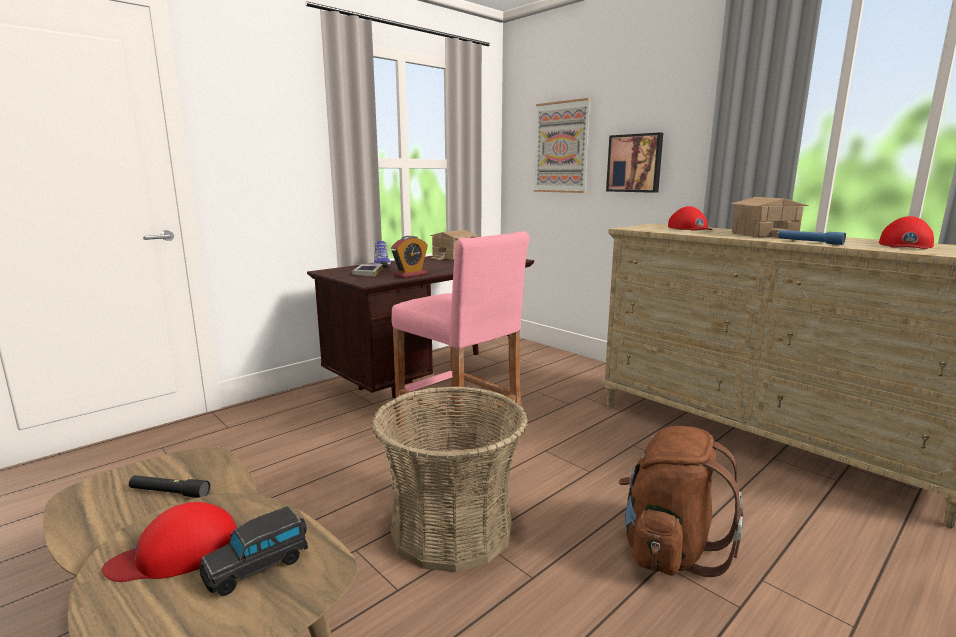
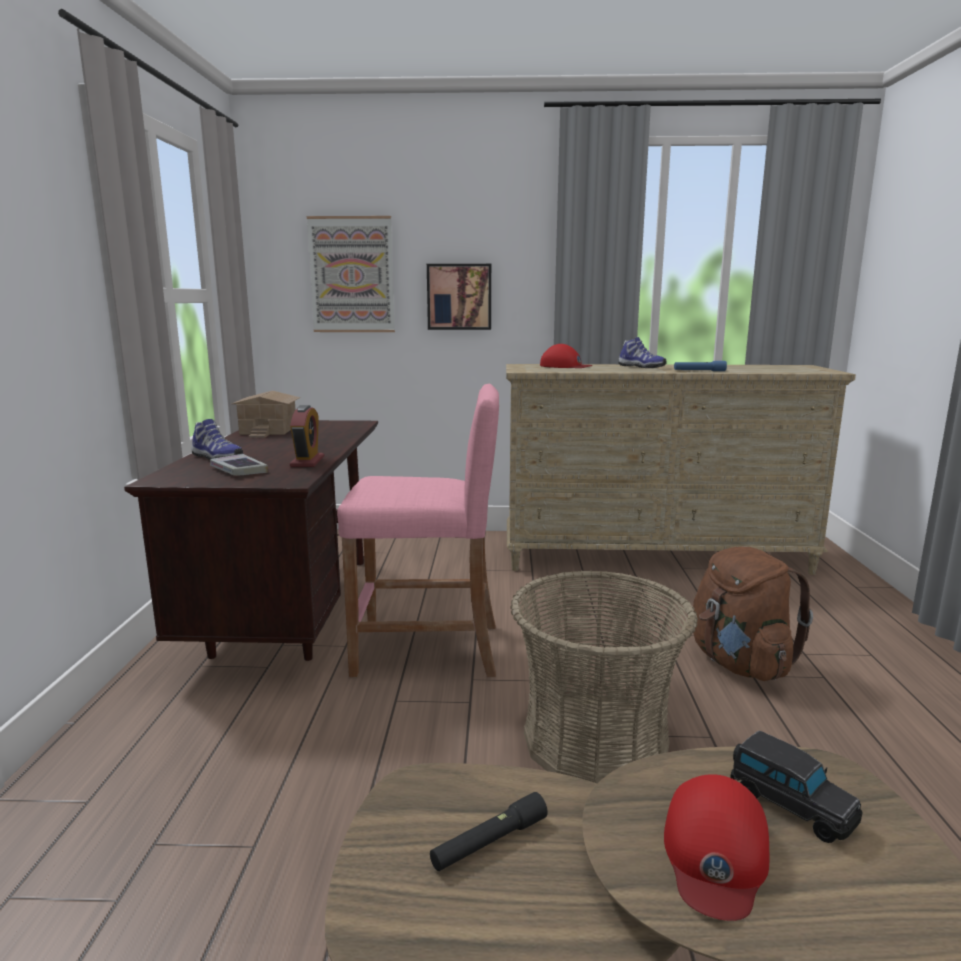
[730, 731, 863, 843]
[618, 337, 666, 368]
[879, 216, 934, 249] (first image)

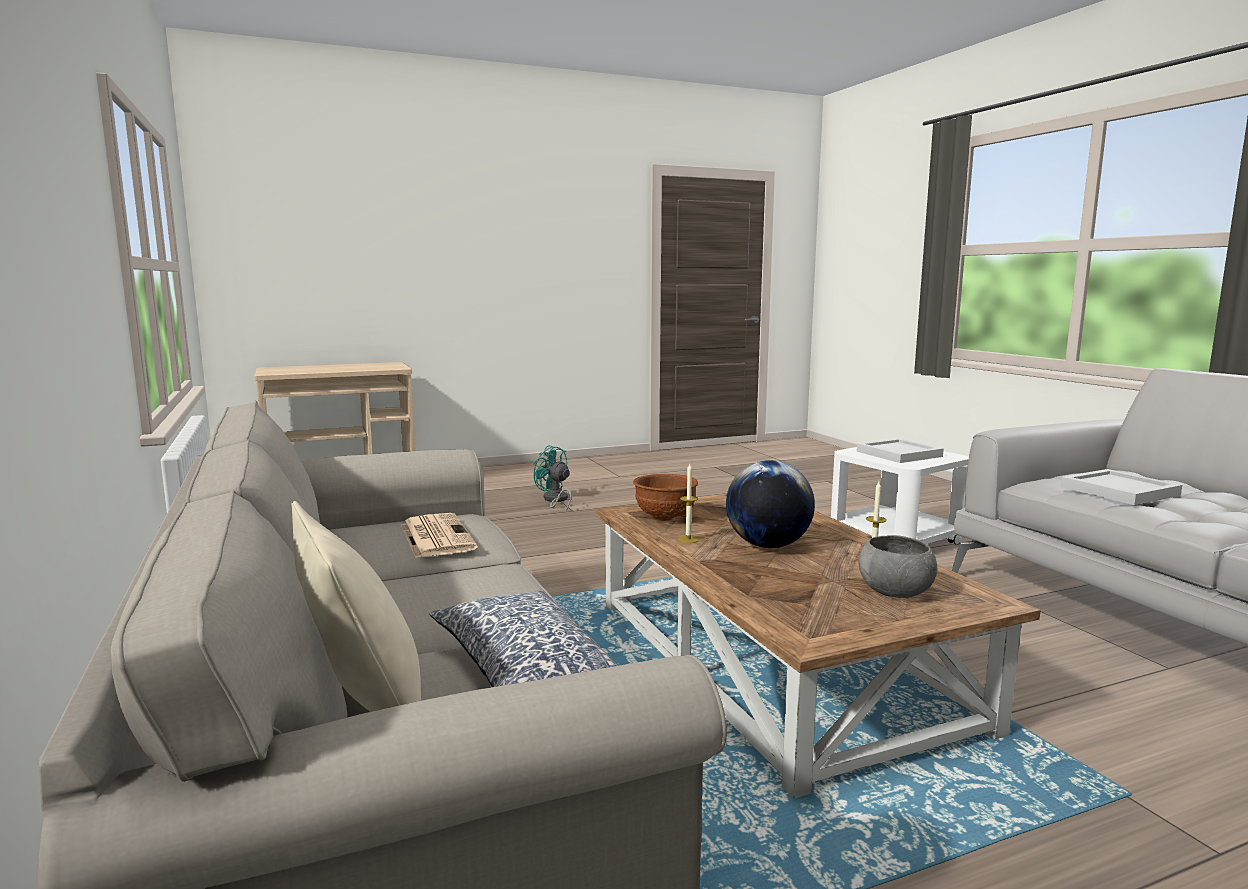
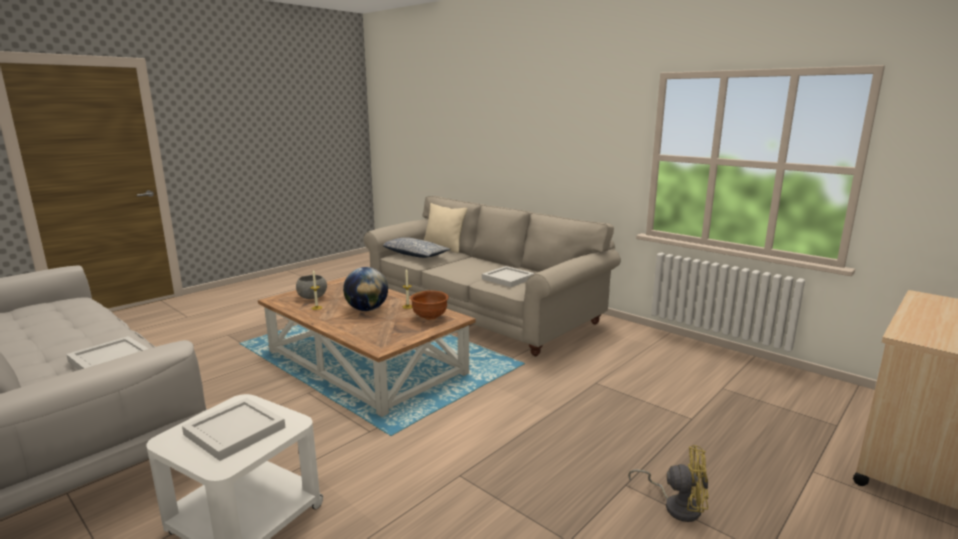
[482, 266, 535, 287]
[628, 445, 708, 522]

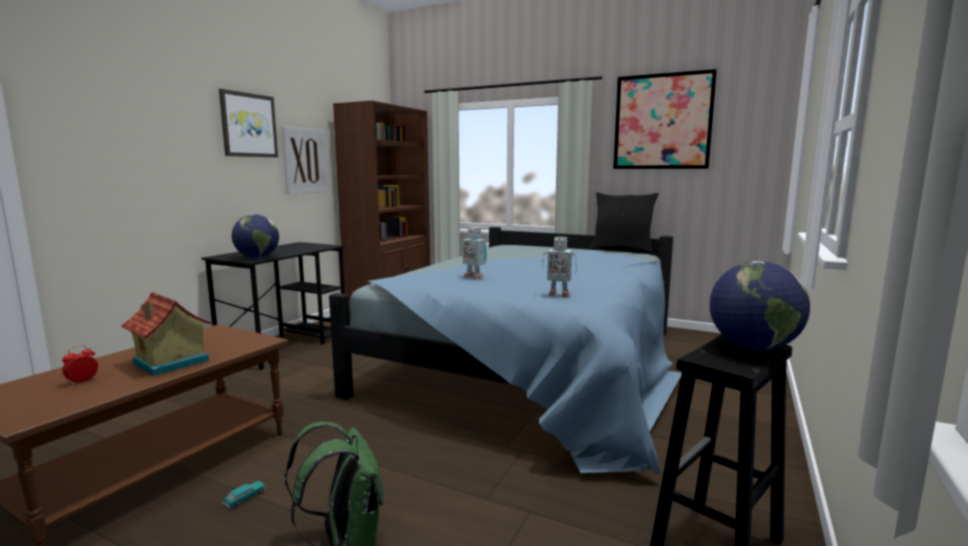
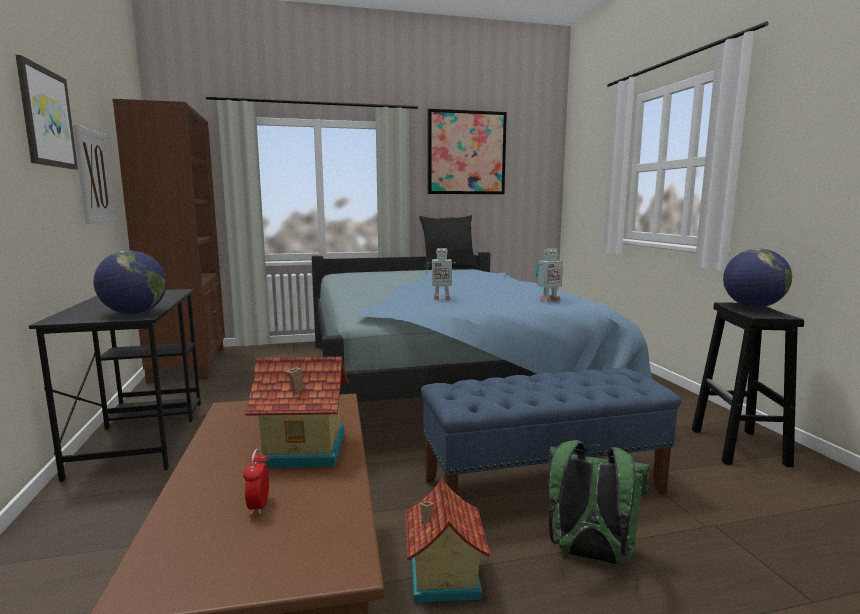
[405, 479, 490, 603]
[421, 368, 681, 495]

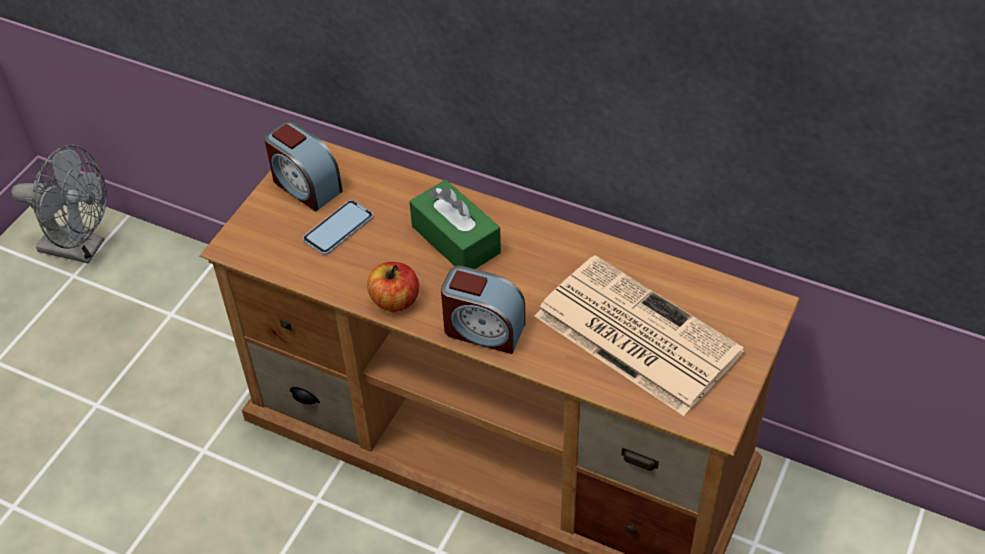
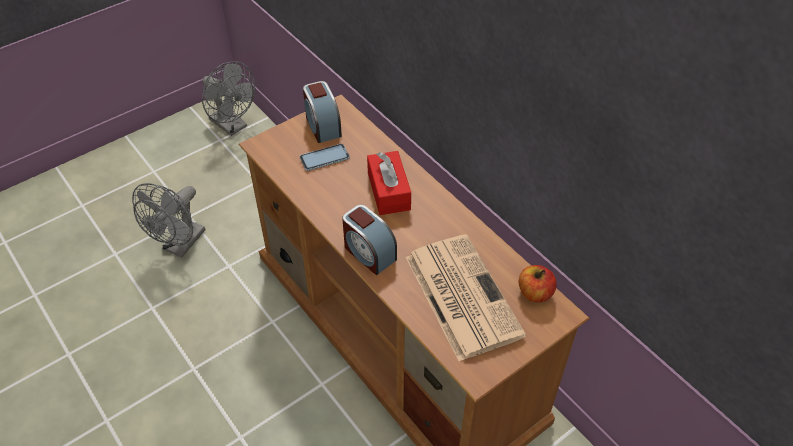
[519, 265, 557, 302]
[367, 151, 411, 215]
[132, 183, 205, 258]

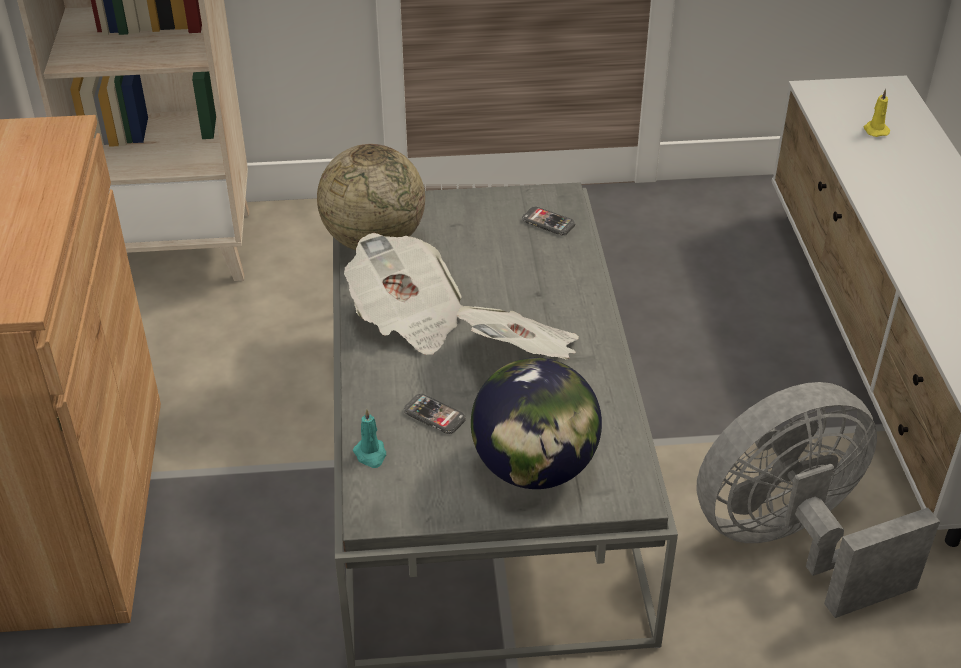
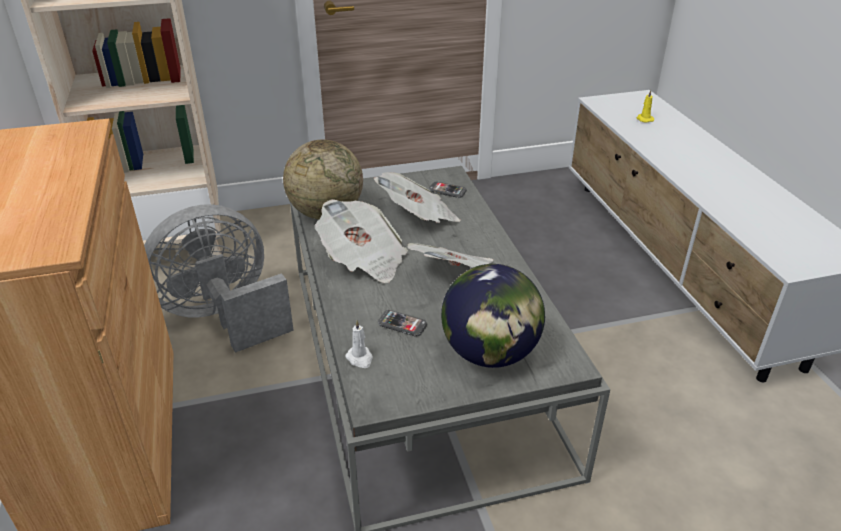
[345, 320, 373, 368]
[144, 204, 294, 353]
[374, 172, 461, 223]

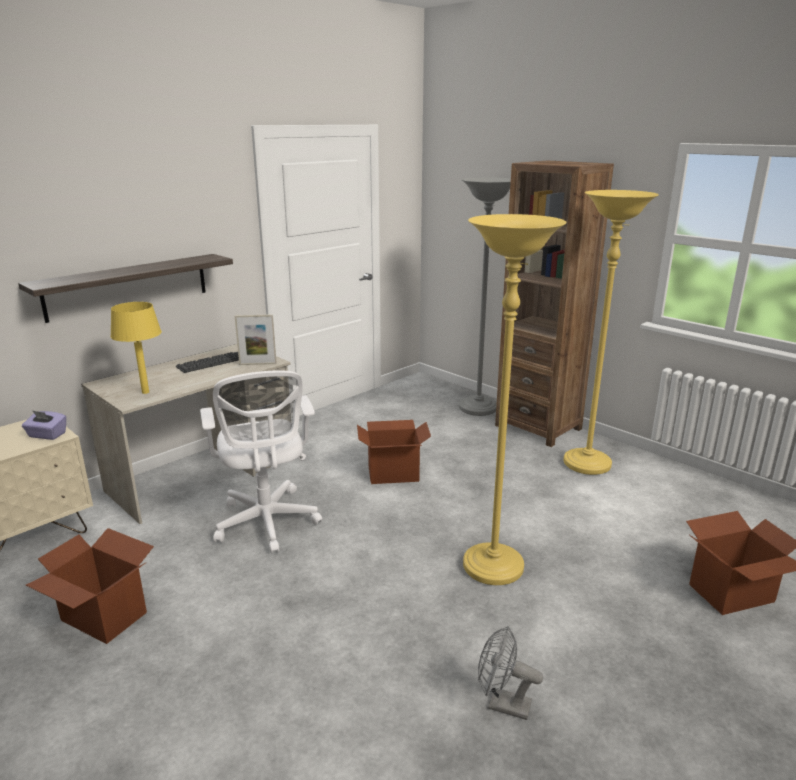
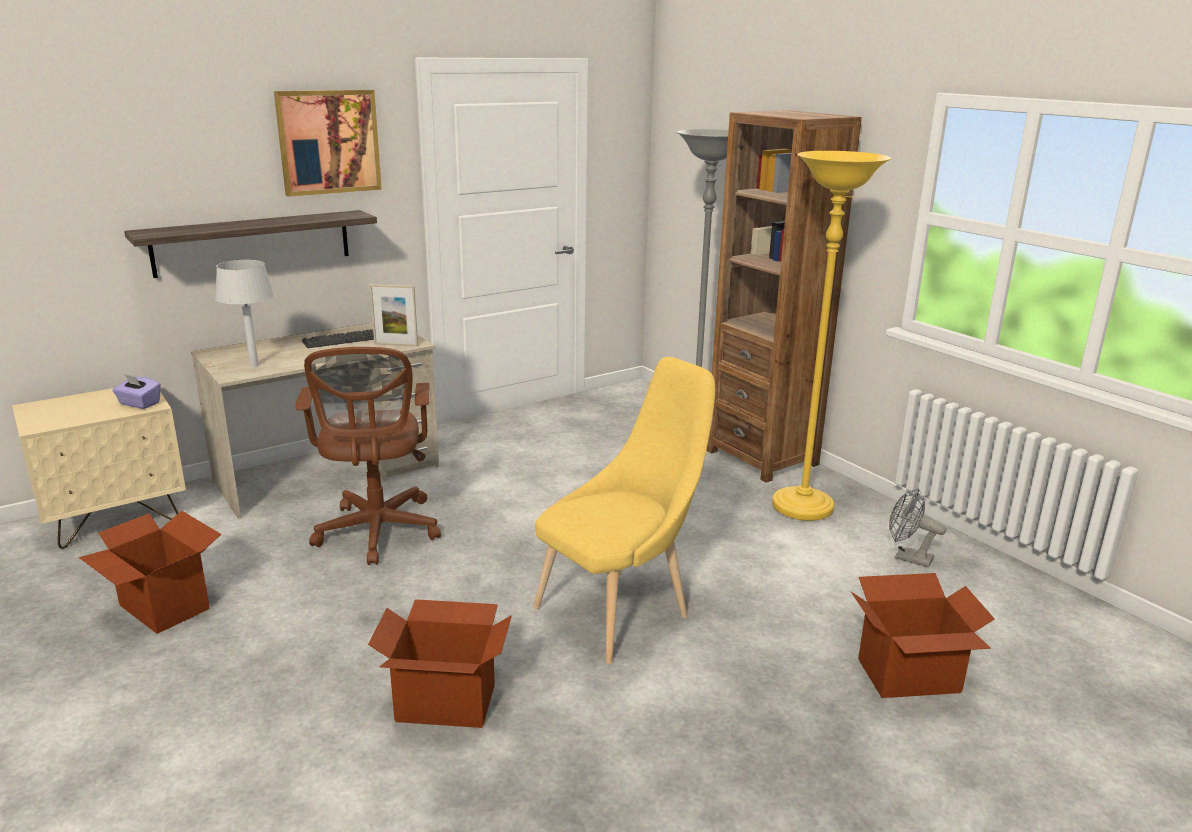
[215, 260, 274, 367]
[295, 347, 441, 565]
[368, 599, 512, 728]
[534, 357, 715, 664]
[889, 488, 946, 568]
[274, 90, 382, 197]

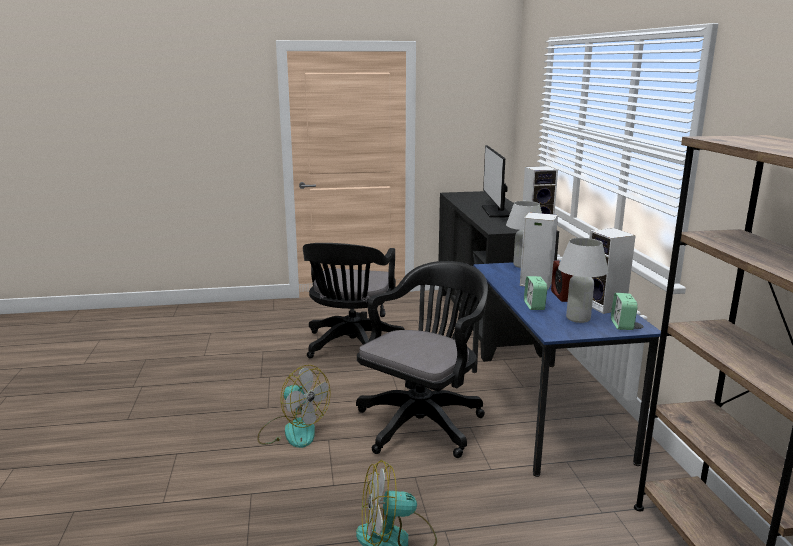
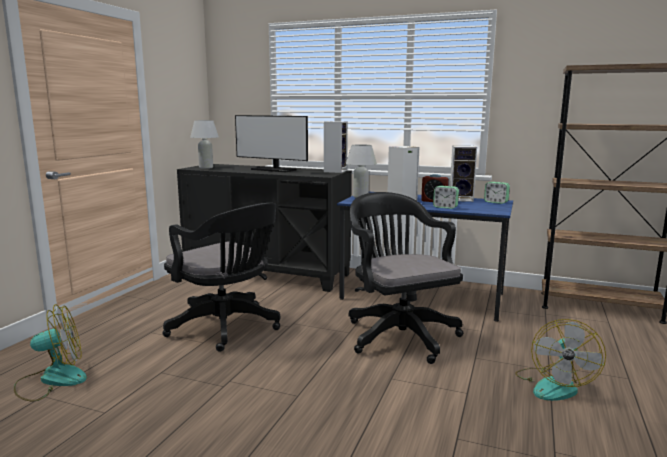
[14, 304, 87, 401]
[190, 120, 219, 169]

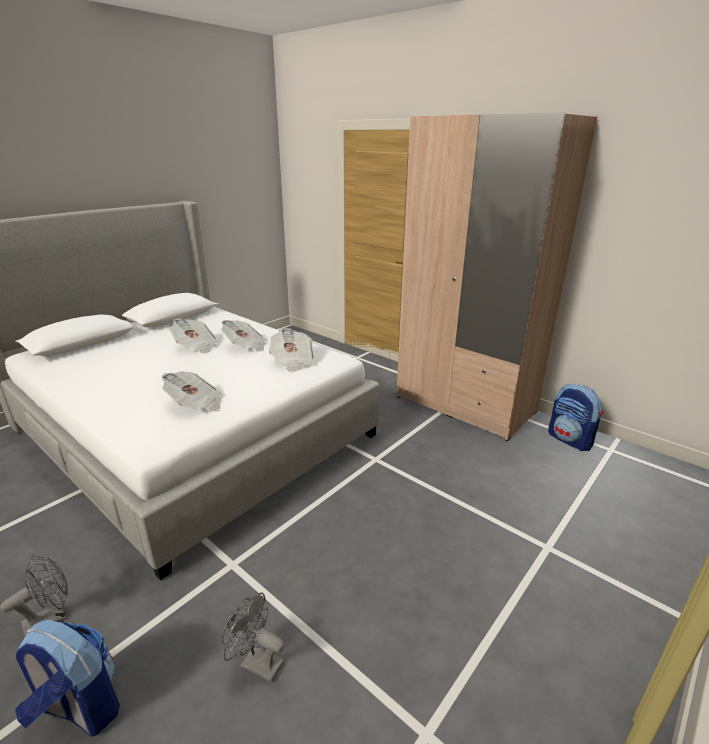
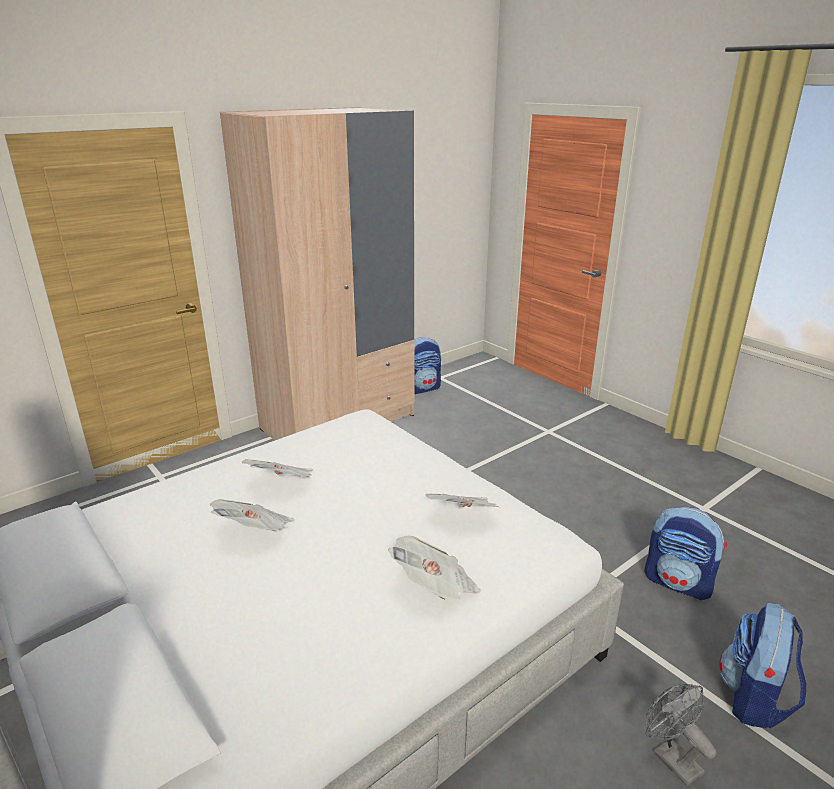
[644, 506, 727, 600]
[388, 536, 481, 600]

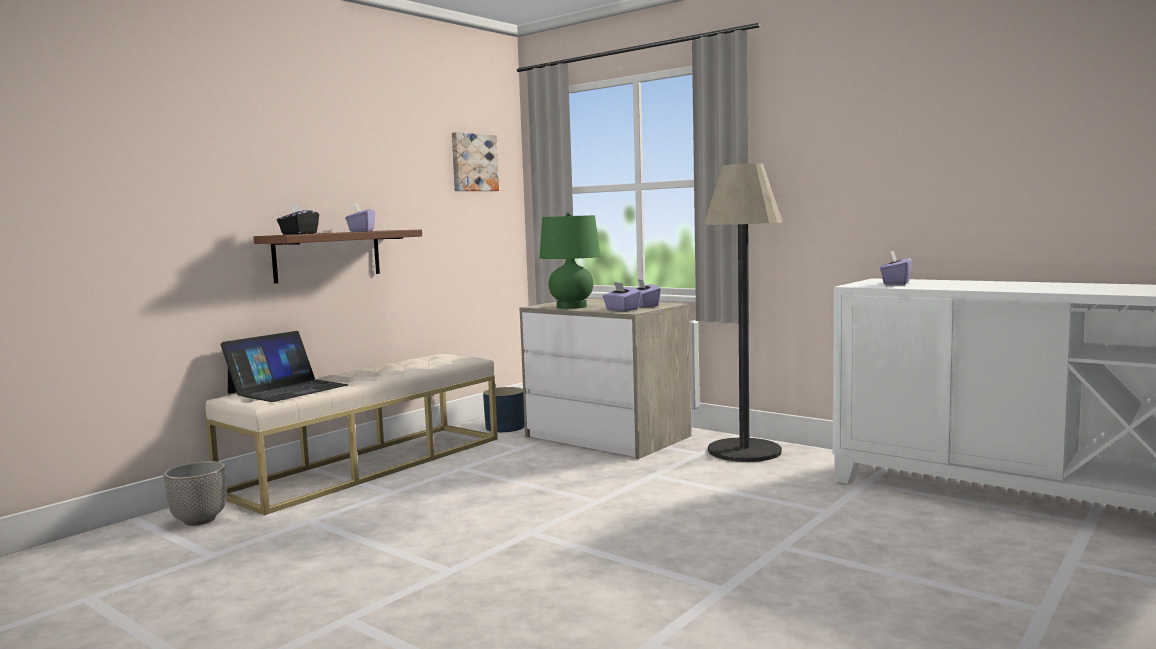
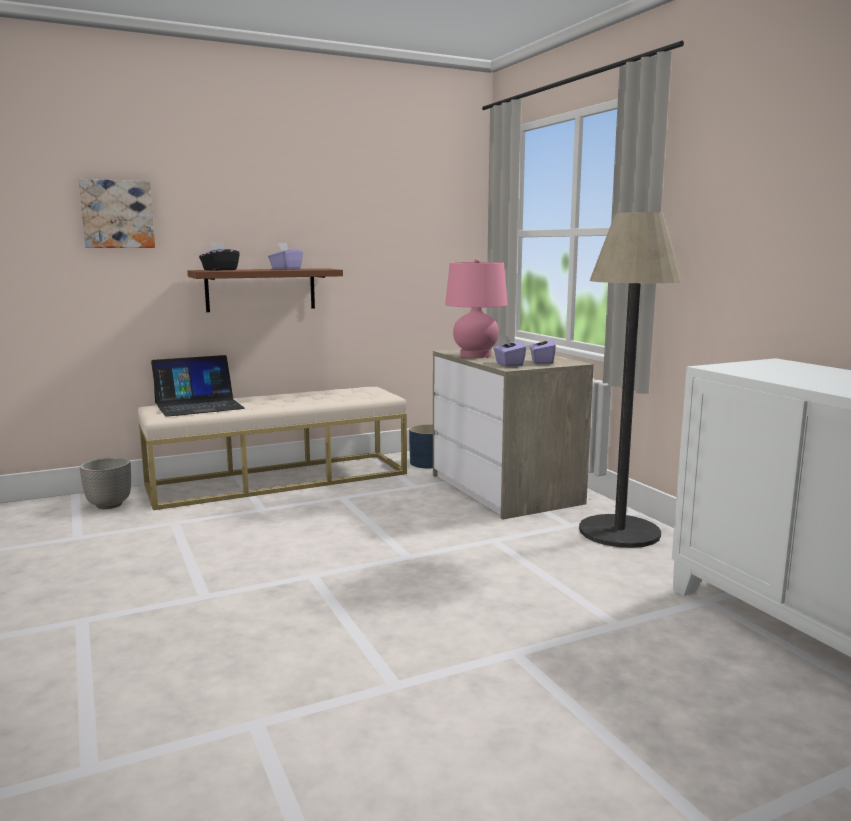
[78, 179, 155, 248]
[445, 259, 508, 358]
[880, 250, 912, 285] (first image)

